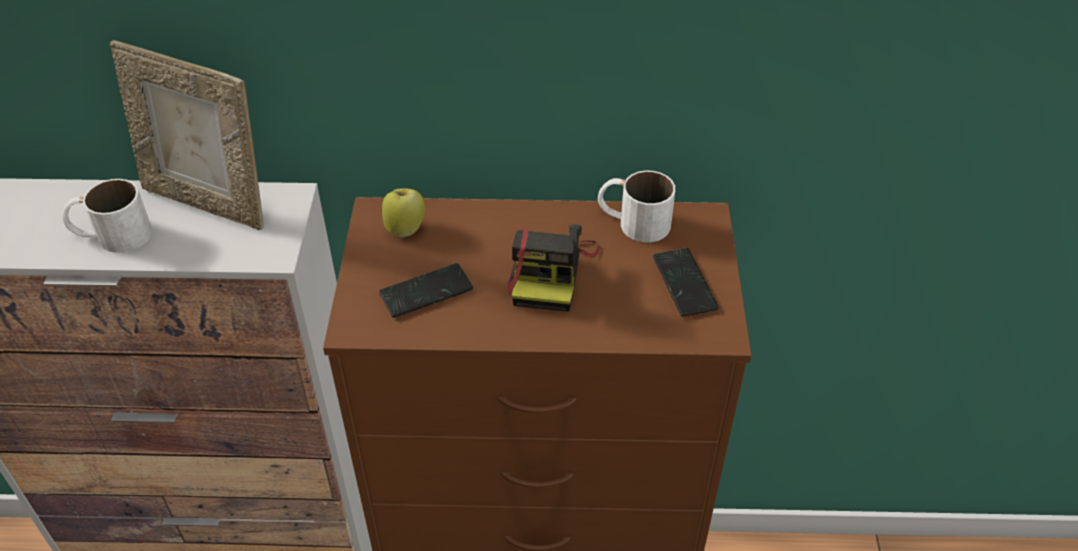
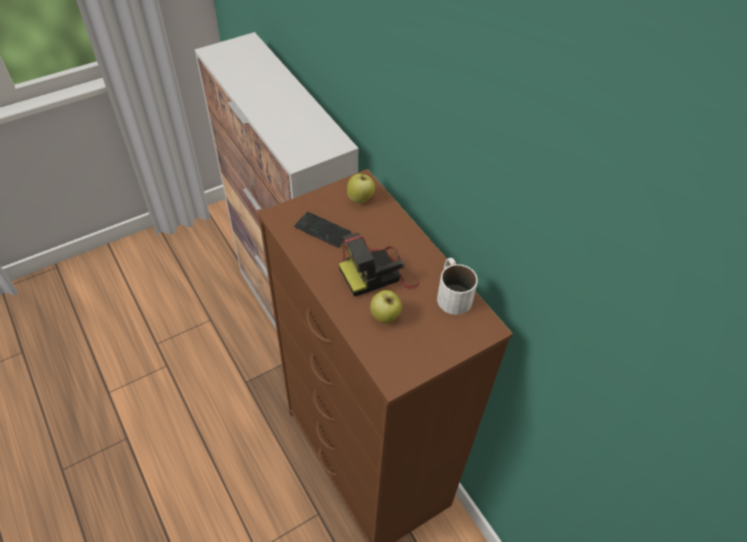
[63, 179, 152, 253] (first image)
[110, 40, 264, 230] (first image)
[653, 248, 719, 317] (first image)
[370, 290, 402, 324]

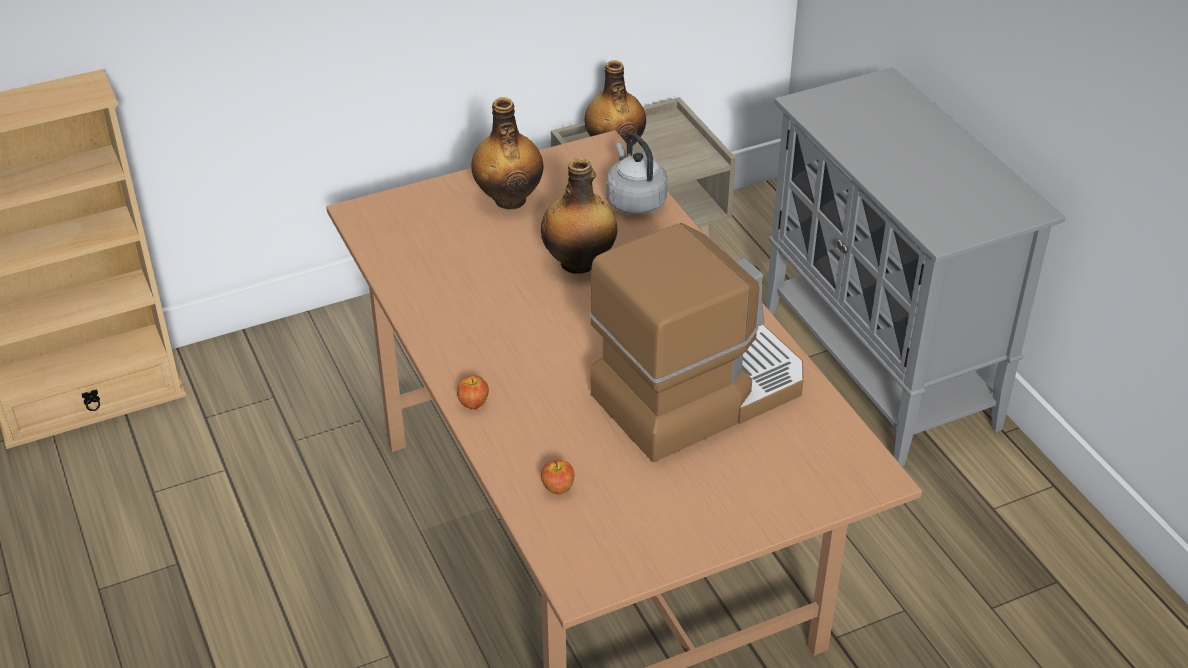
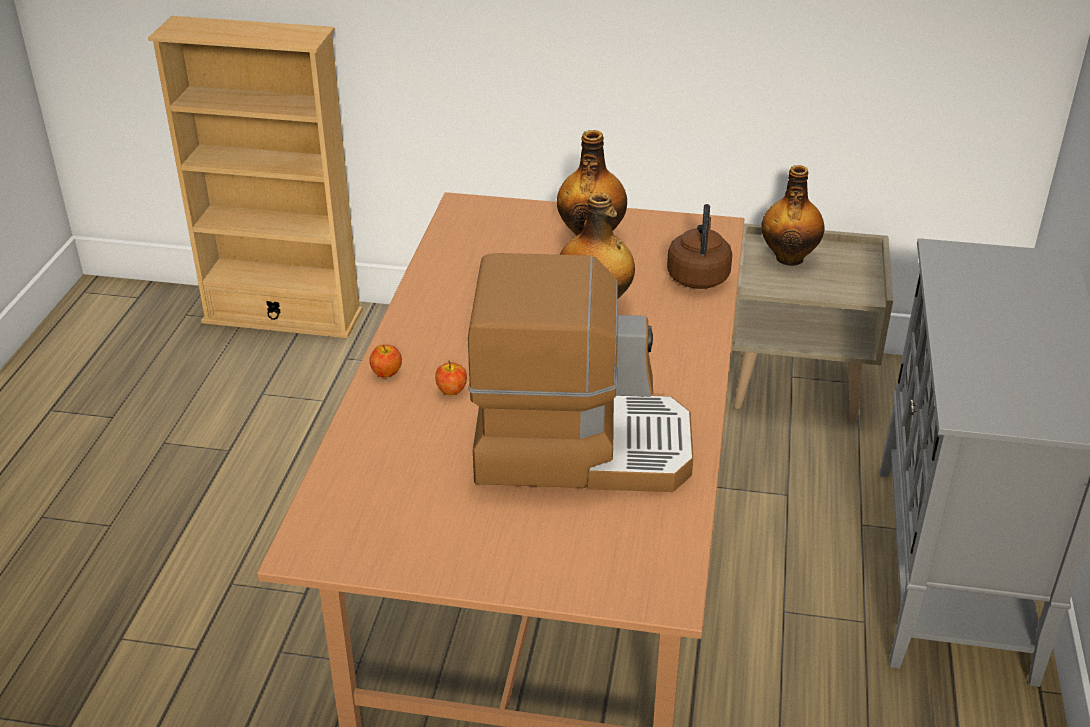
[435, 360, 467, 395]
[667, 204, 732, 289]

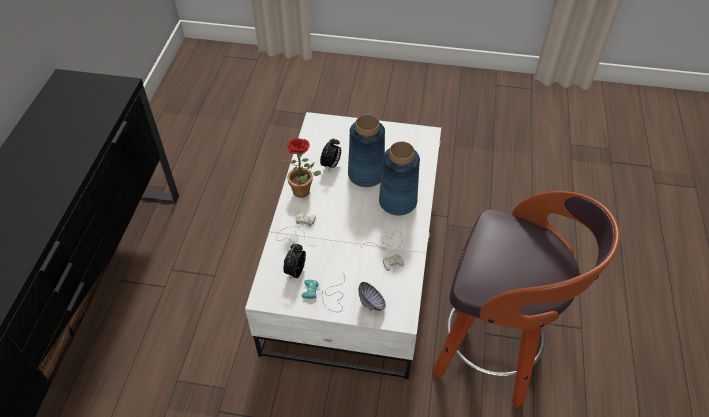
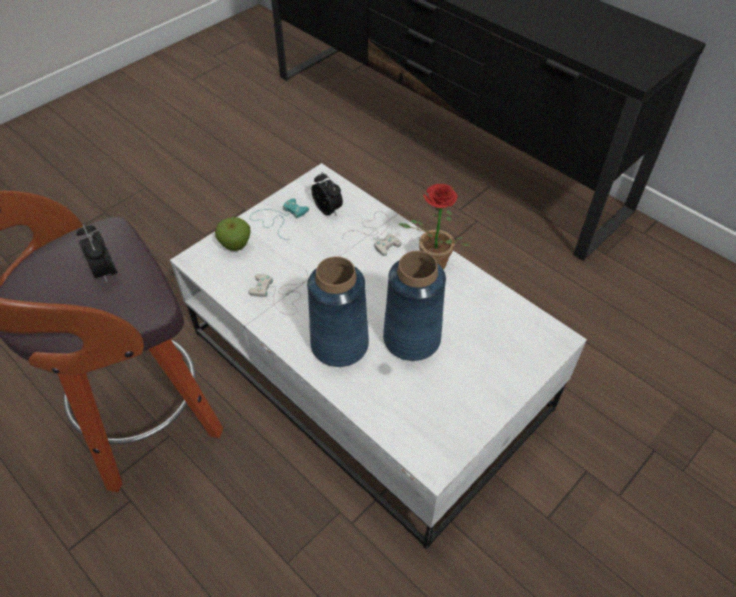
[77, 224, 118, 283]
[215, 217, 251, 251]

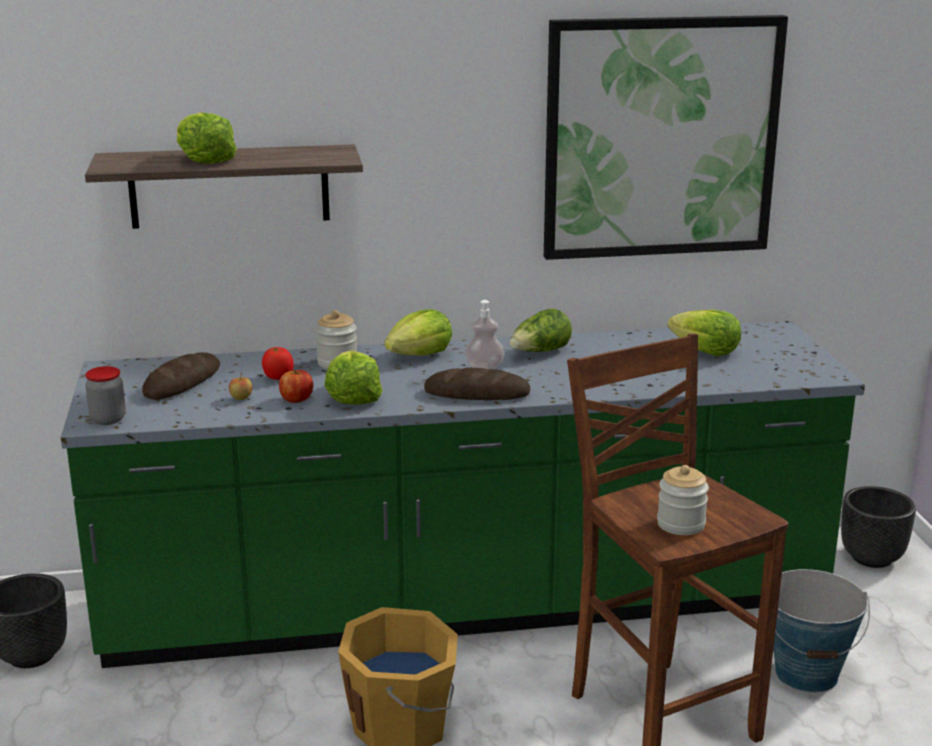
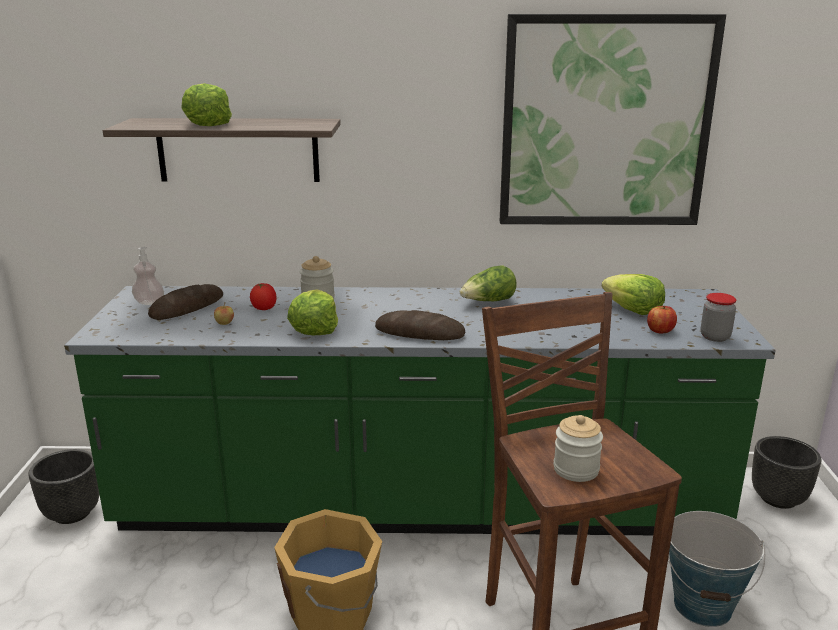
[701, 293, 736, 342]
[647, 306, 677, 334]
[385, 309, 452, 355] (first image)
[132, 247, 164, 305]

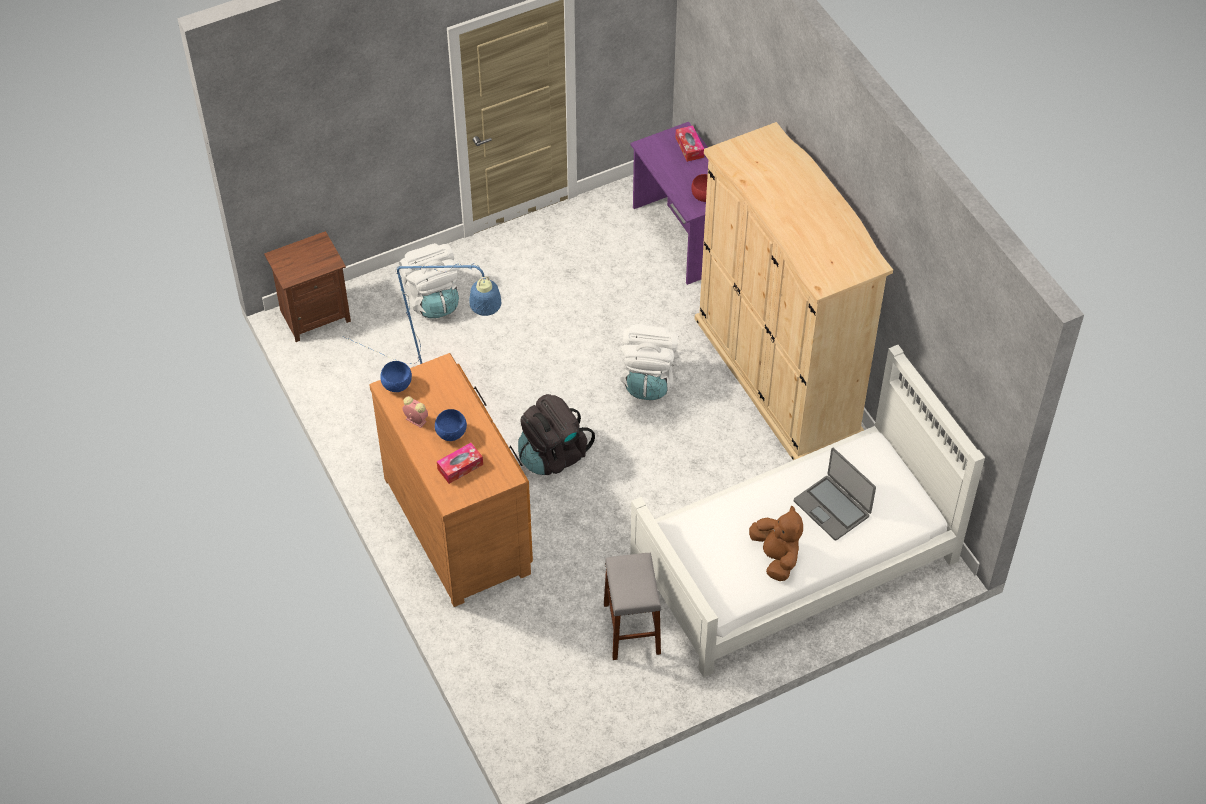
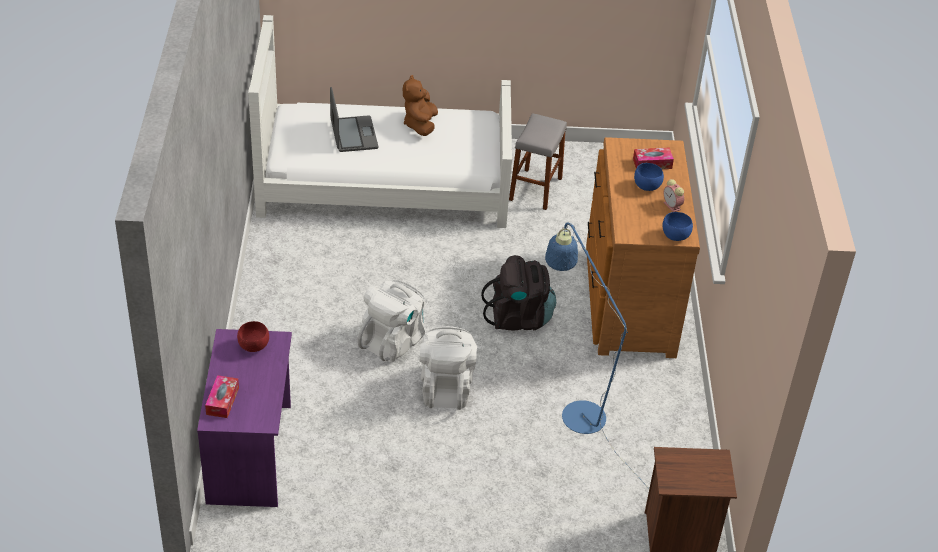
[419, 326, 477, 410]
[695, 122, 893, 460] (first image)

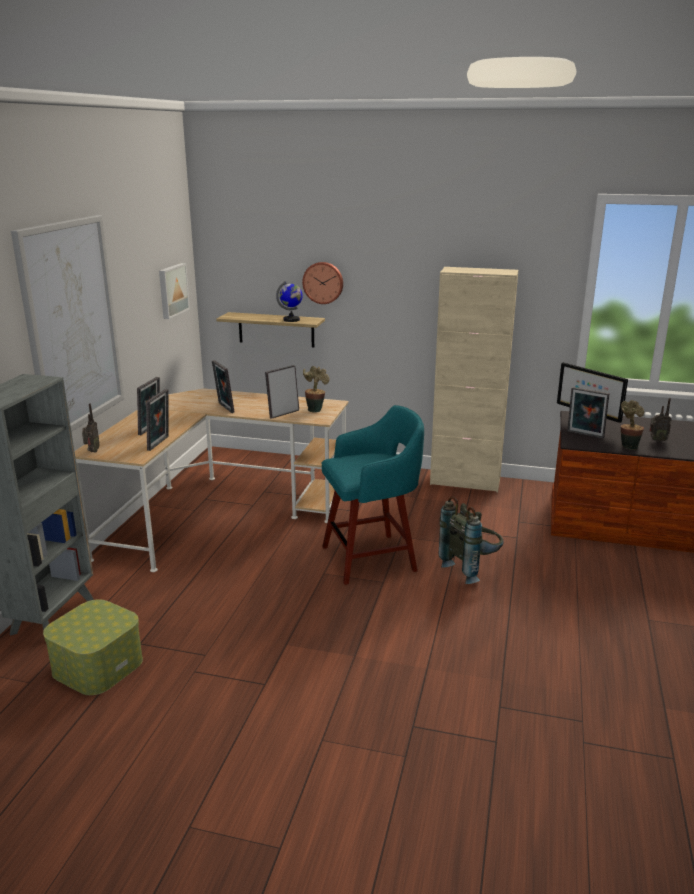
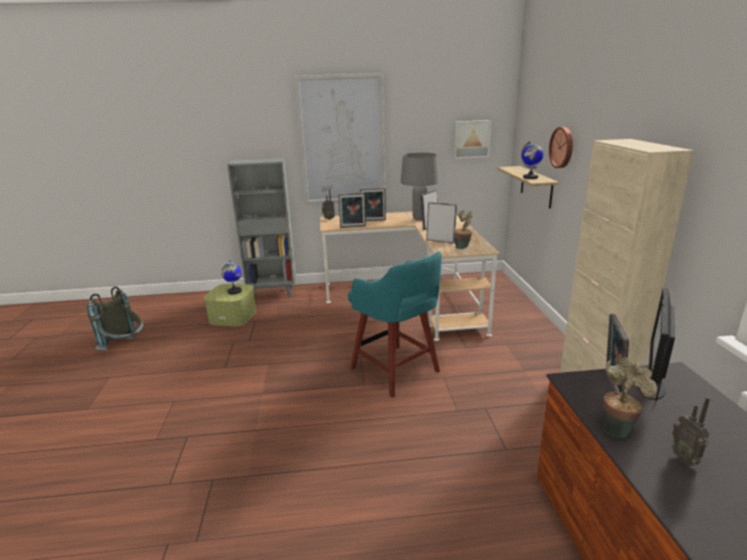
[86, 287, 143, 350]
[221, 260, 242, 294]
[401, 152, 440, 220]

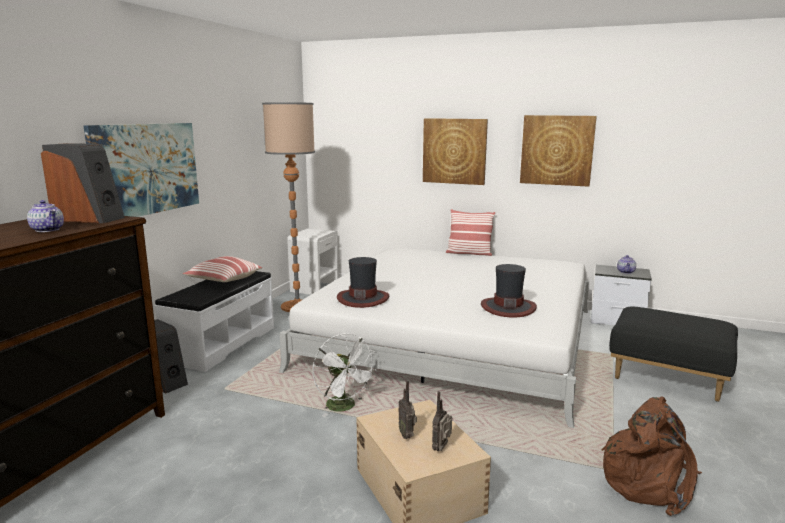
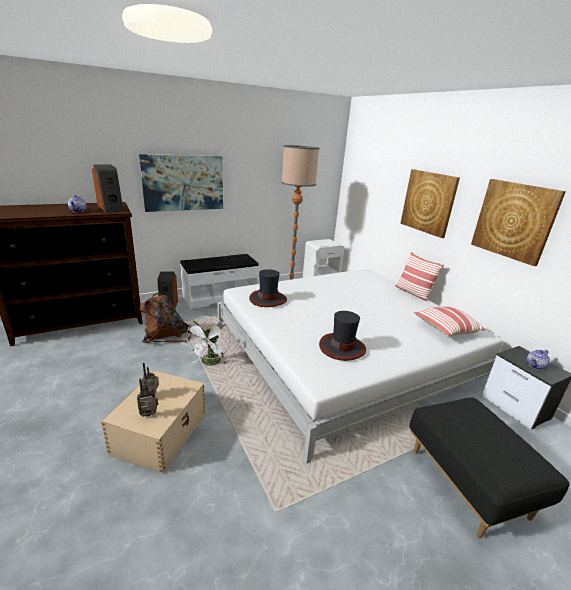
[414, 306, 485, 337]
[140, 293, 191, 343]

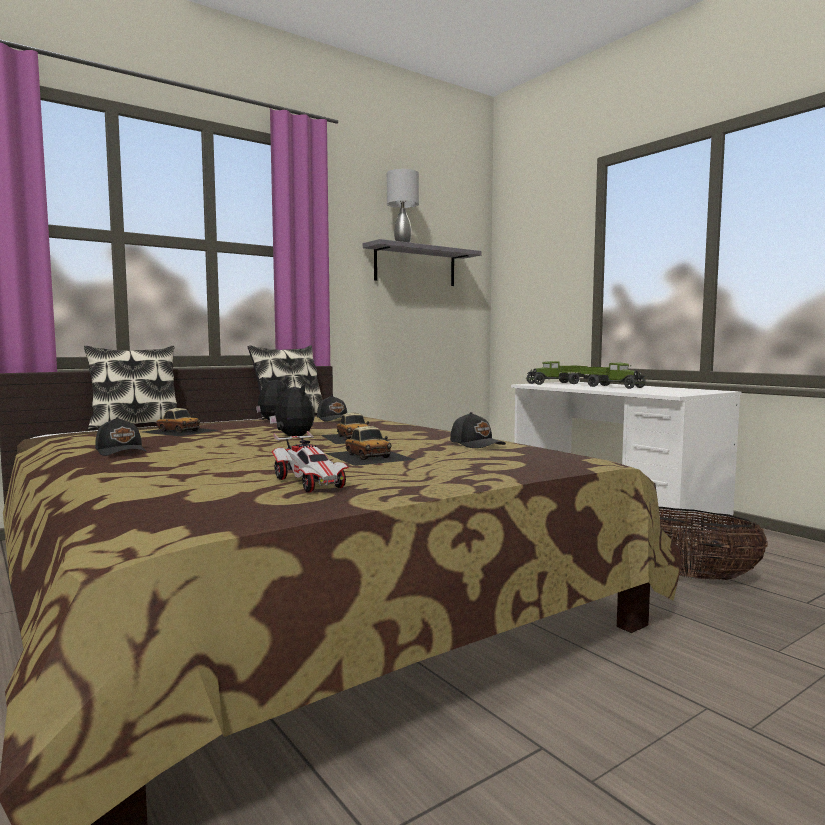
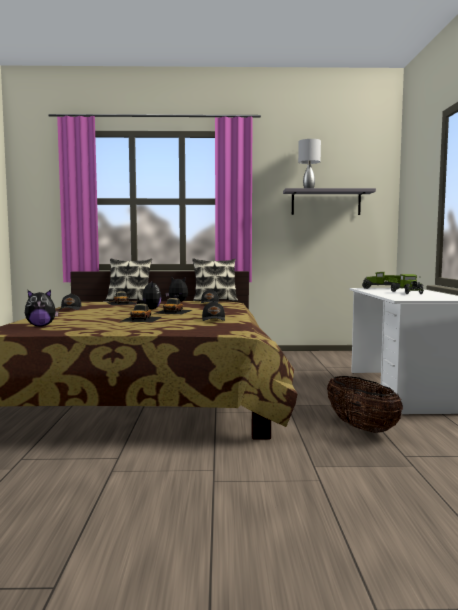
[272, 431, 348, 493] (first image)
[25, 290, 59, 327]

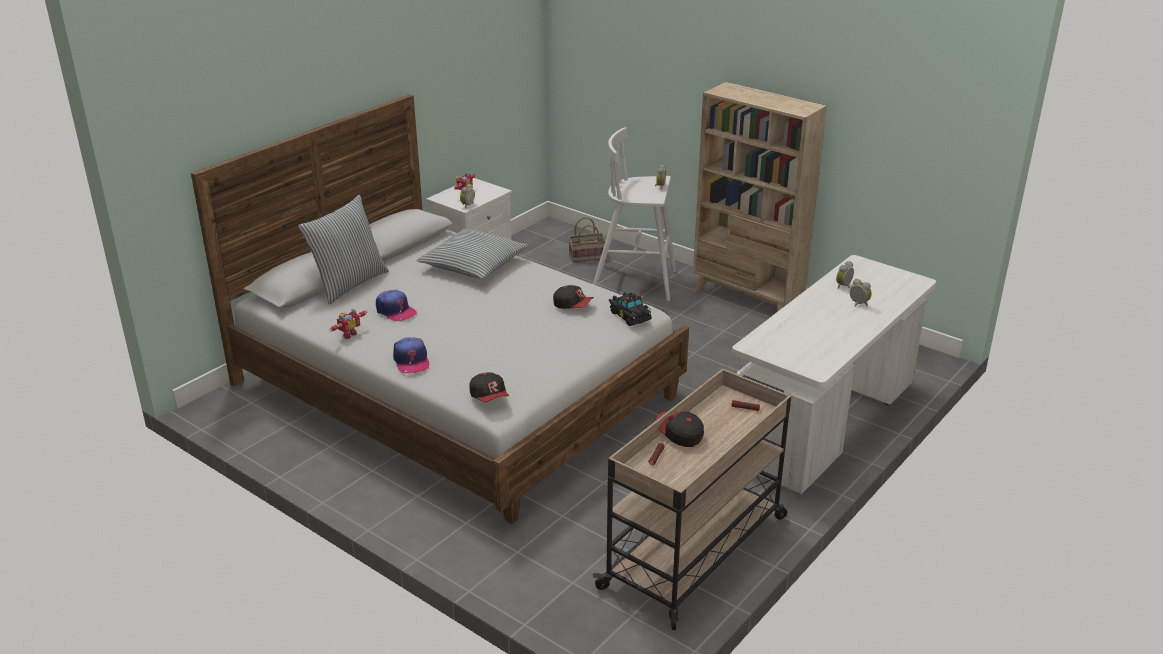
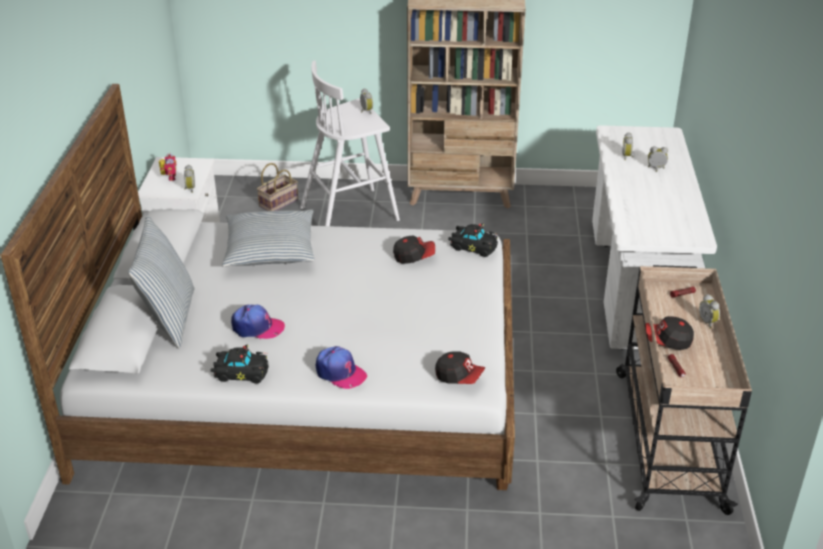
[211, 344, 269, 384]
[699, 294, 720, 328]

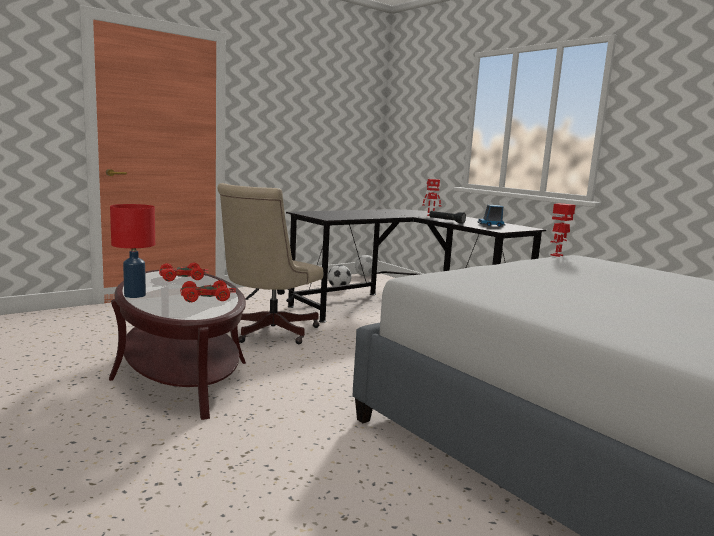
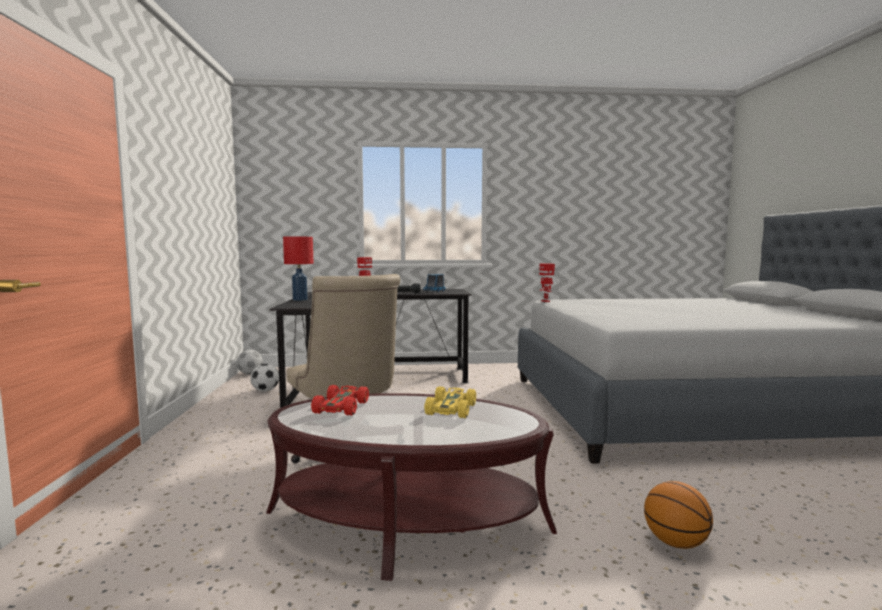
[283, 236, 314, 301]
[424, 386, 476, 418]
[644, 481, 713, 549]

